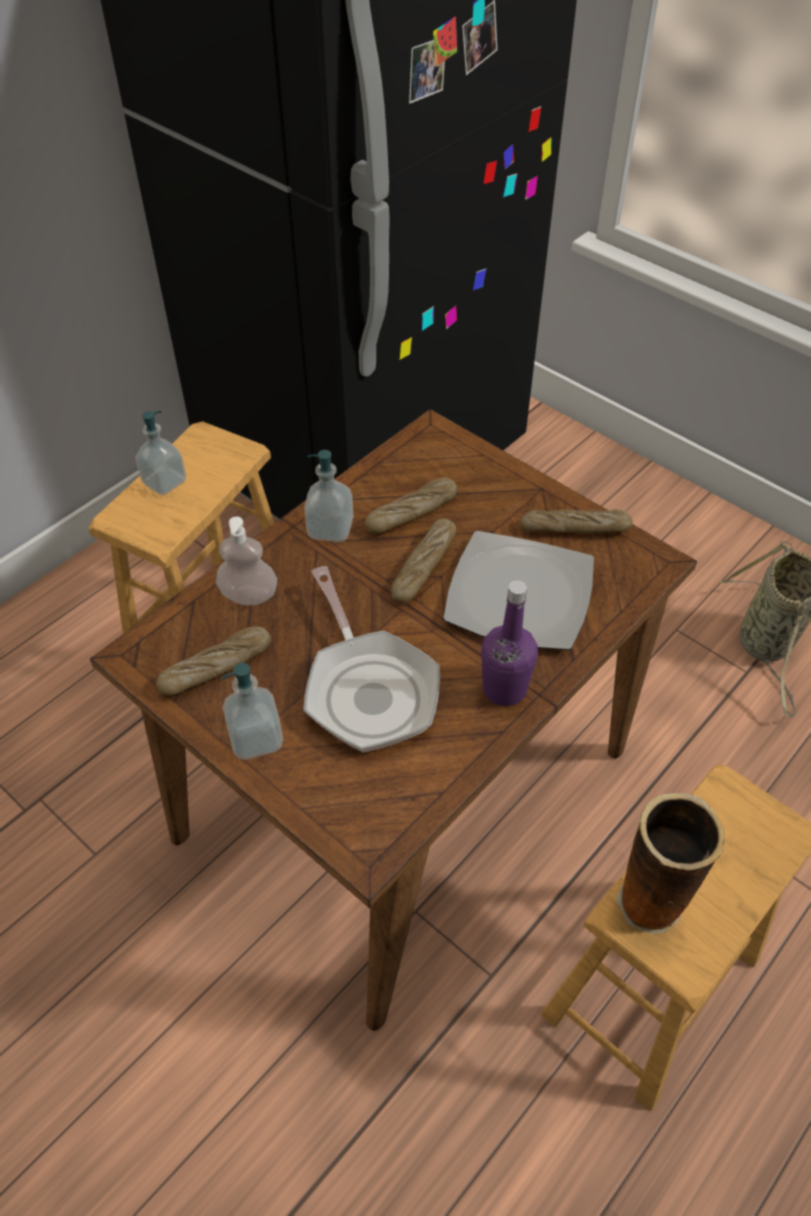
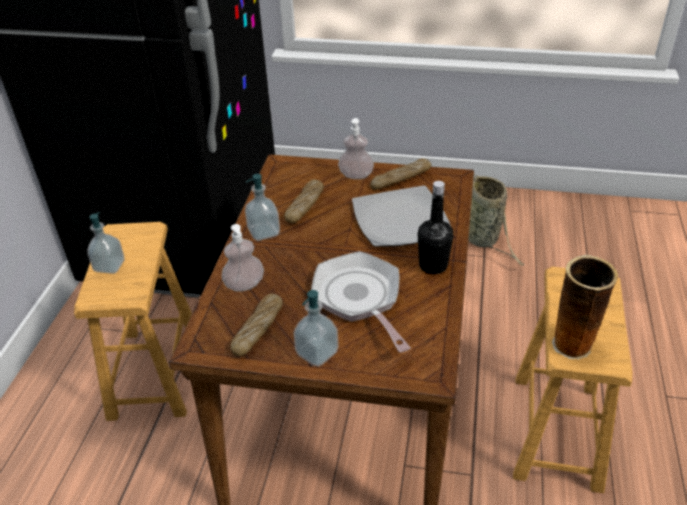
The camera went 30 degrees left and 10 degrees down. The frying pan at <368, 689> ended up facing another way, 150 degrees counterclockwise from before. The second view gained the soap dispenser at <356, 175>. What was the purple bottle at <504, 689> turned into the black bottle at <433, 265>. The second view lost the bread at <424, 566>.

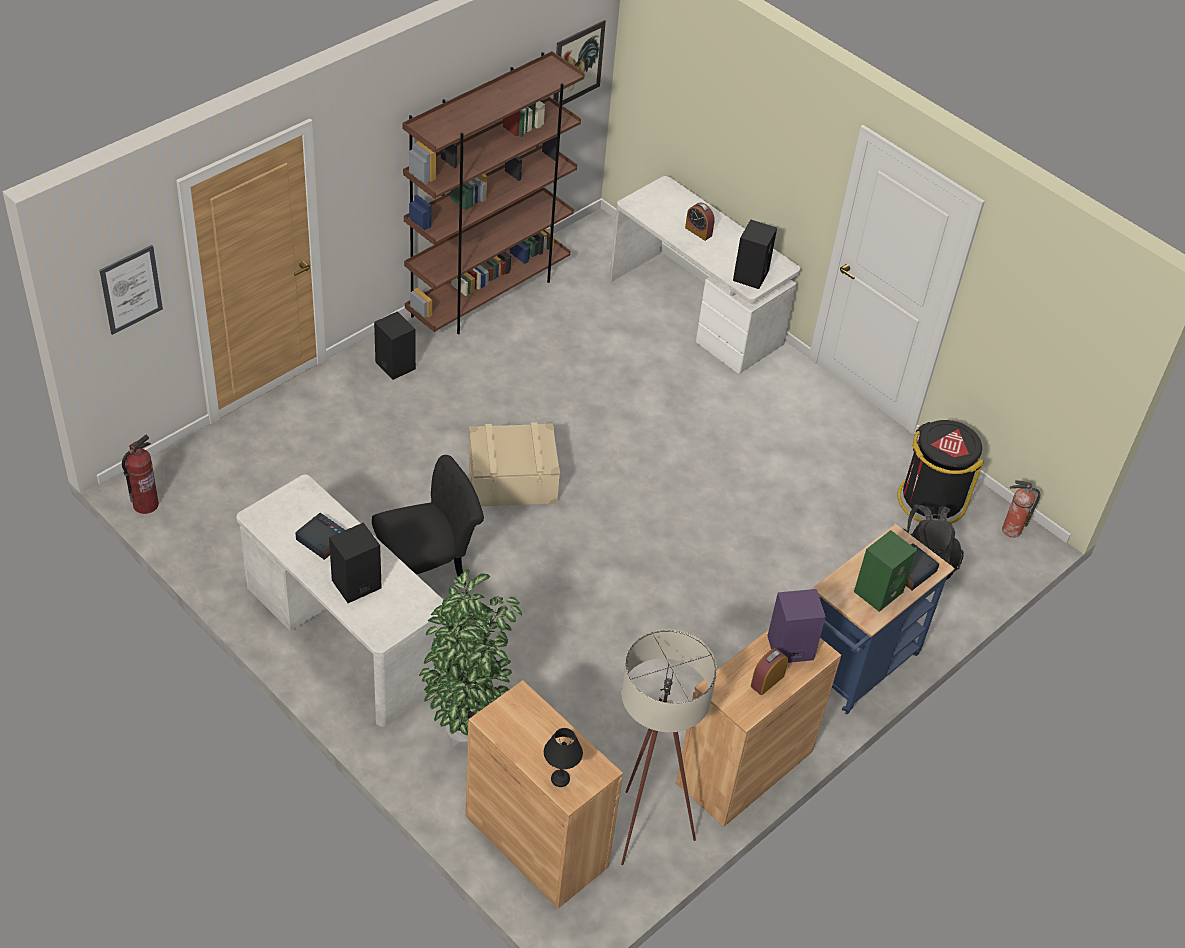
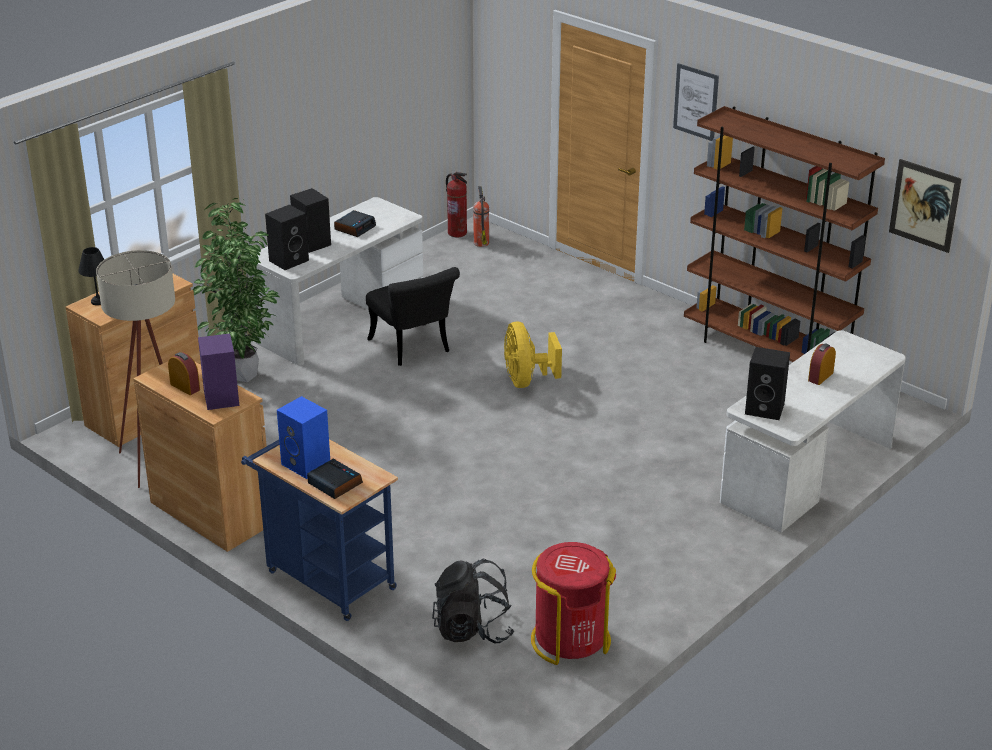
The camera went 90 degrees right and 15 degrees down. The black speaker ended up elsewhere, having gone from <394, 365> to <289, 260>. What was the green speaker at <878, 591> turned into the blue speaker at <307, 464>. The fire extinguisher ended up elsewhere, having gone from <1010, 530> to <481, 242>. Where the beige storage box stood at <512, 479>, the yellow fan came to stand at <526, 380>. What was the black trash can at <930, 500> turned into the red trash can at <570, 639>. The picture ended up elsewhere, having gone from <131, 289> to <696, 102>.

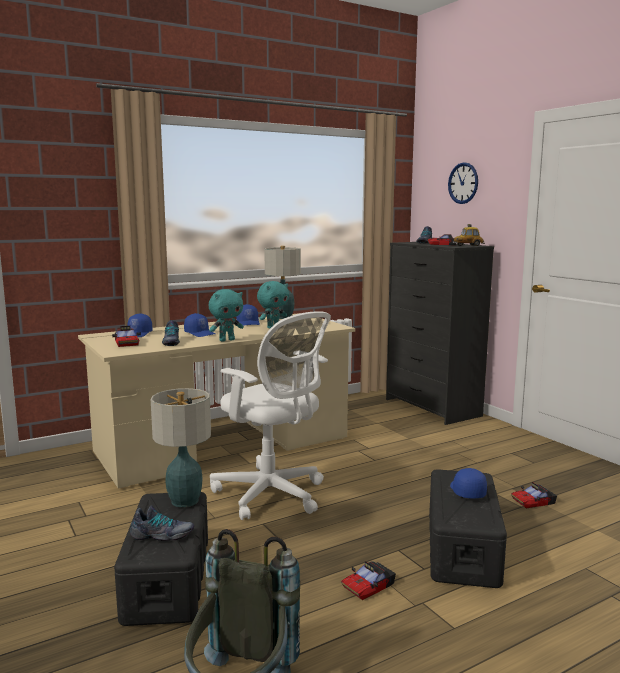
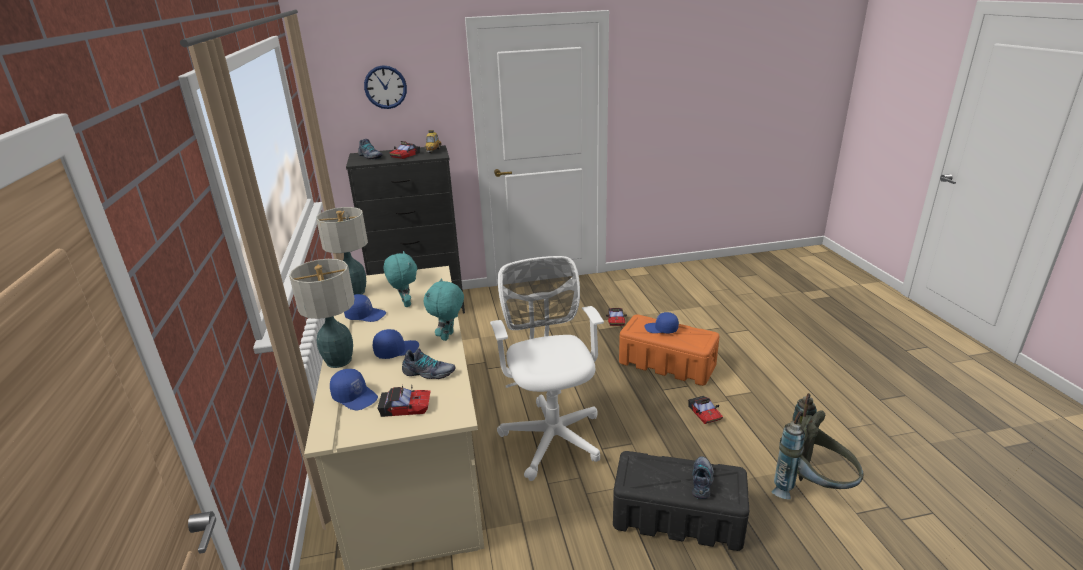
The camera went 70 degrees left and 15 degrees up. The table lamp ended up elsewhere, having gone from <185, 500> to <338, 360>. The turquoise plush toy at <227, 340> ended up facing another way, 150 degrees counterclockwise from before. The white office chair at <272, 495> ended up facing another way, 75 degrees counterclockwise from before. What was the black storage box at <462, 547> turned into the orange storage box at <666, 364>.

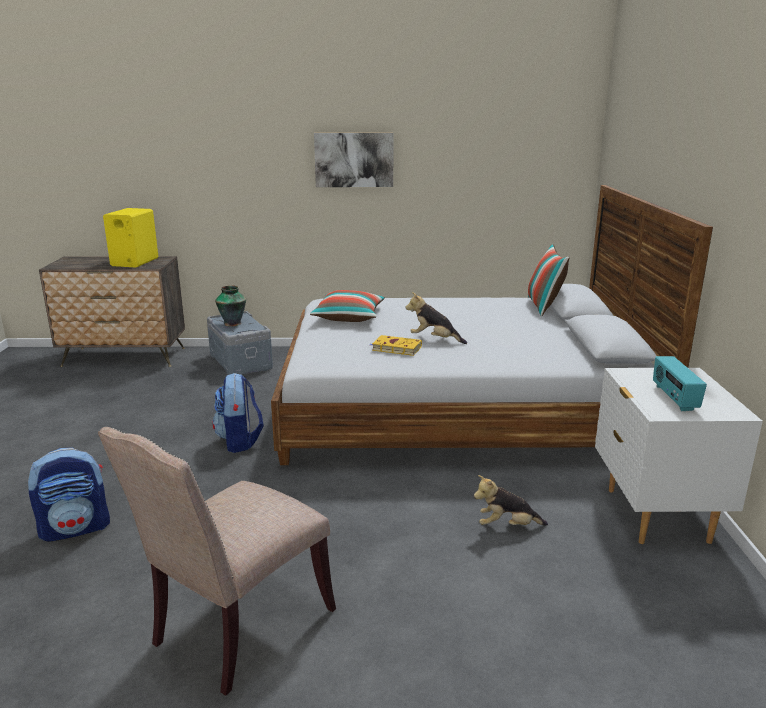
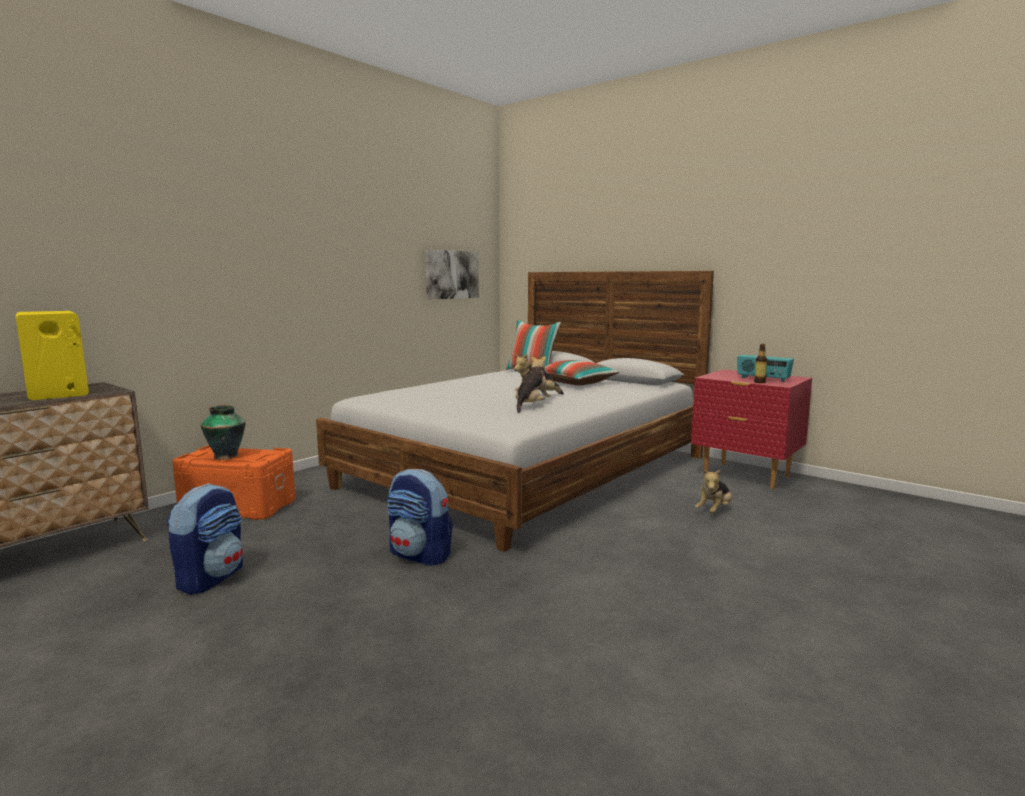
The camera went 50 degrees left and 10 degrees down. The backpack ended up elsewhere, having gone from <76, 528> to <211, 578>. What was the grey storage box at <241, 361> turned into the orange storage box at <239, 506>. The picture ended up elsewhere, having gone from <354, 160> to <451, 274>. Where the yellow book stood at <395, 348>, the plush toy came to stand at <532, 406>. The pillow ended up elsewhere, having gone from <349, 317> to <576, 383>. What was the white nightstand at <655, 515> turned into the red nightstand at <746, 476>. The second view gained the bottle at <759, 382>. The second view lost the beige chair at <237, 629>.

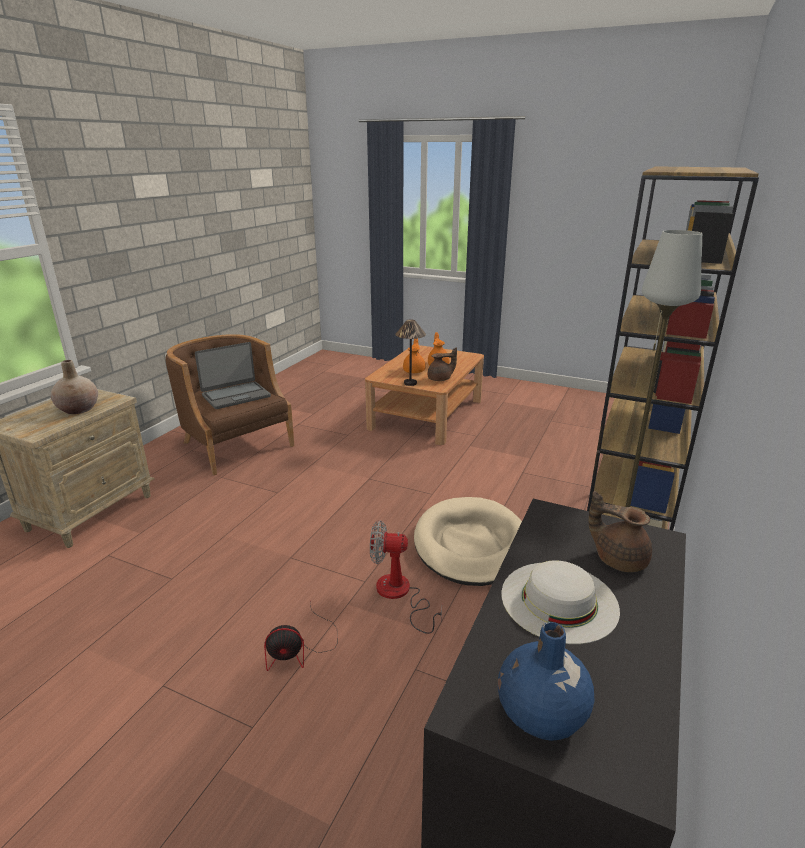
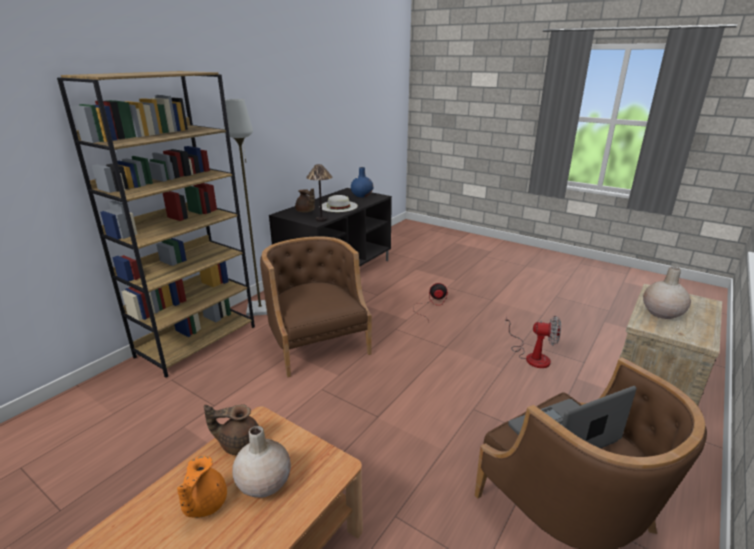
The camera went 170 degrees left and 0 degrees up. Where the orange teapot stood at <414, 371>, the beige vase came to stand at <263, 483>. Where the beige dog bed stood at <471, 545>, the brown armchair came to stand at <317, 342>. The table lamp ended up elsewhere, having gone from <410, 383> to <321, 220>. The fan ended up elsewhere, having gone from <400, 595> to <532, 356>.

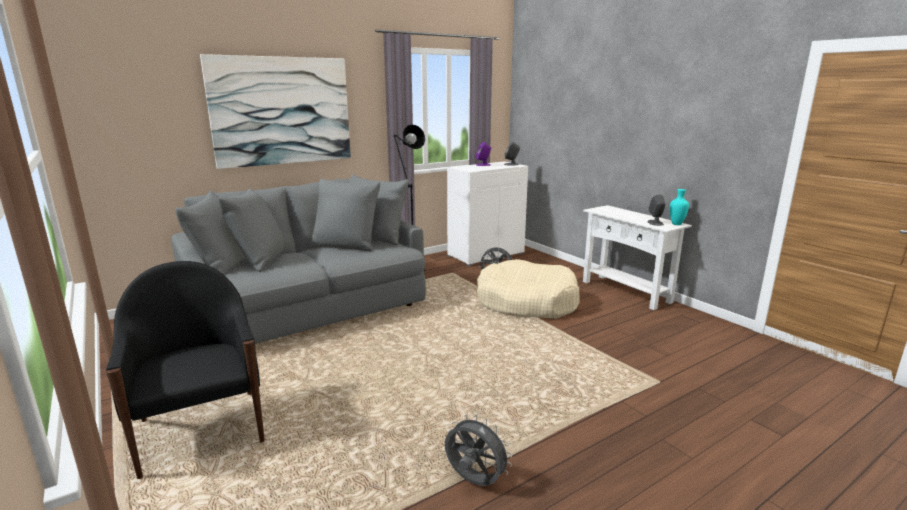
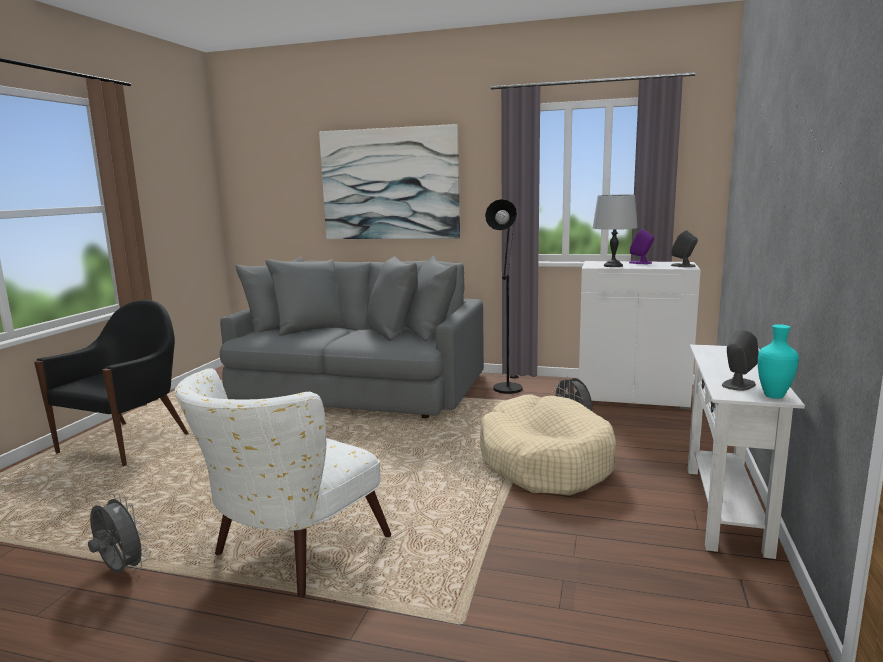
The camera went 50 degrees right and 5 degrees down. The grey fan at <474, 482> ended up facing another way, 45 degrees counterclockwise from before. The second view gained the white armchair at <288, 554>. The second view gained the grey table lamp at <613, 266>.

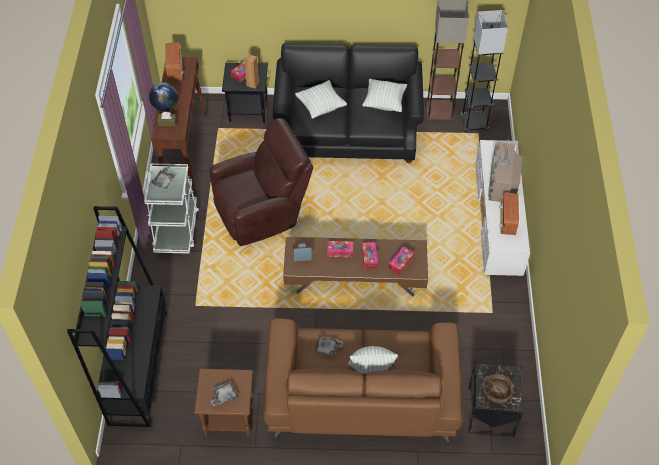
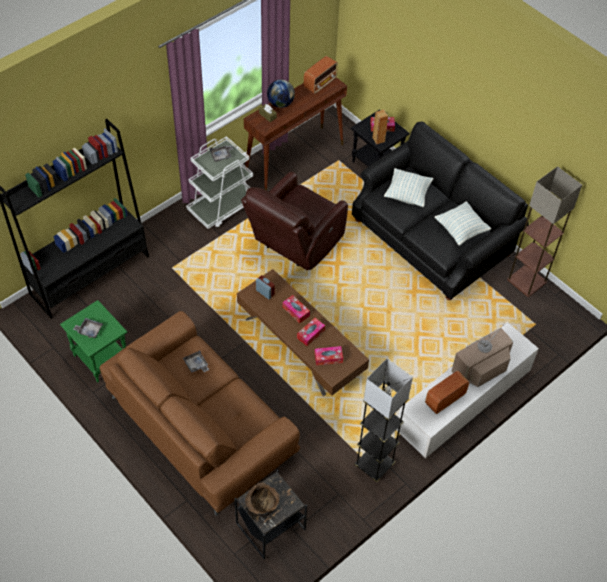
The camera went 45 degrees right and 0 degrees up. What was the brown side table at <228, 419> turned into the green side table at <100, 359>. The brown armchair at <262, 211> ended up facing another way, 105 degrees clockwise from before. The grey floor lamp ended up elsewhere, having gone from <474, 123> to <374, 465>. The second view lost the pillow at <371, 369>.

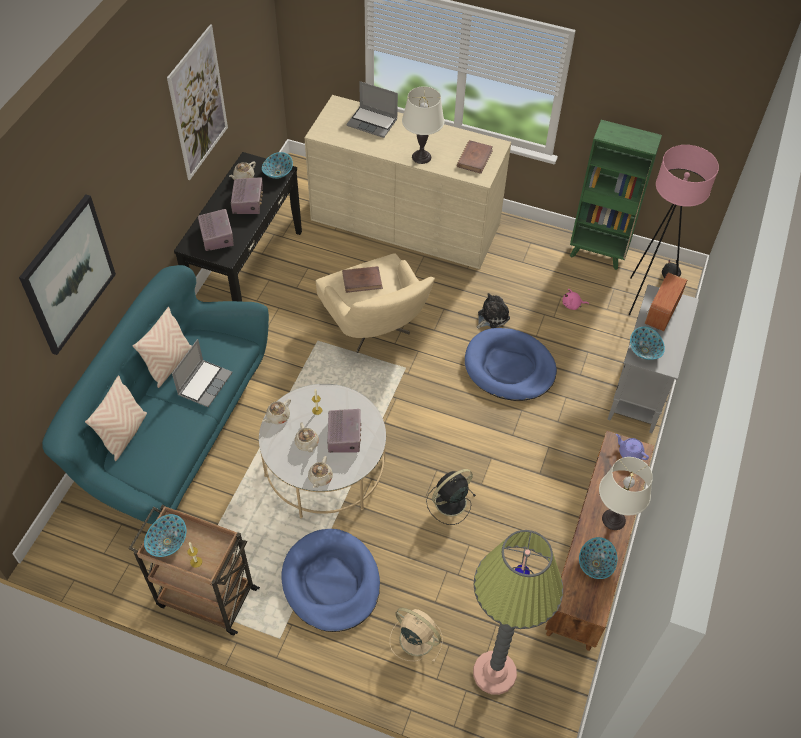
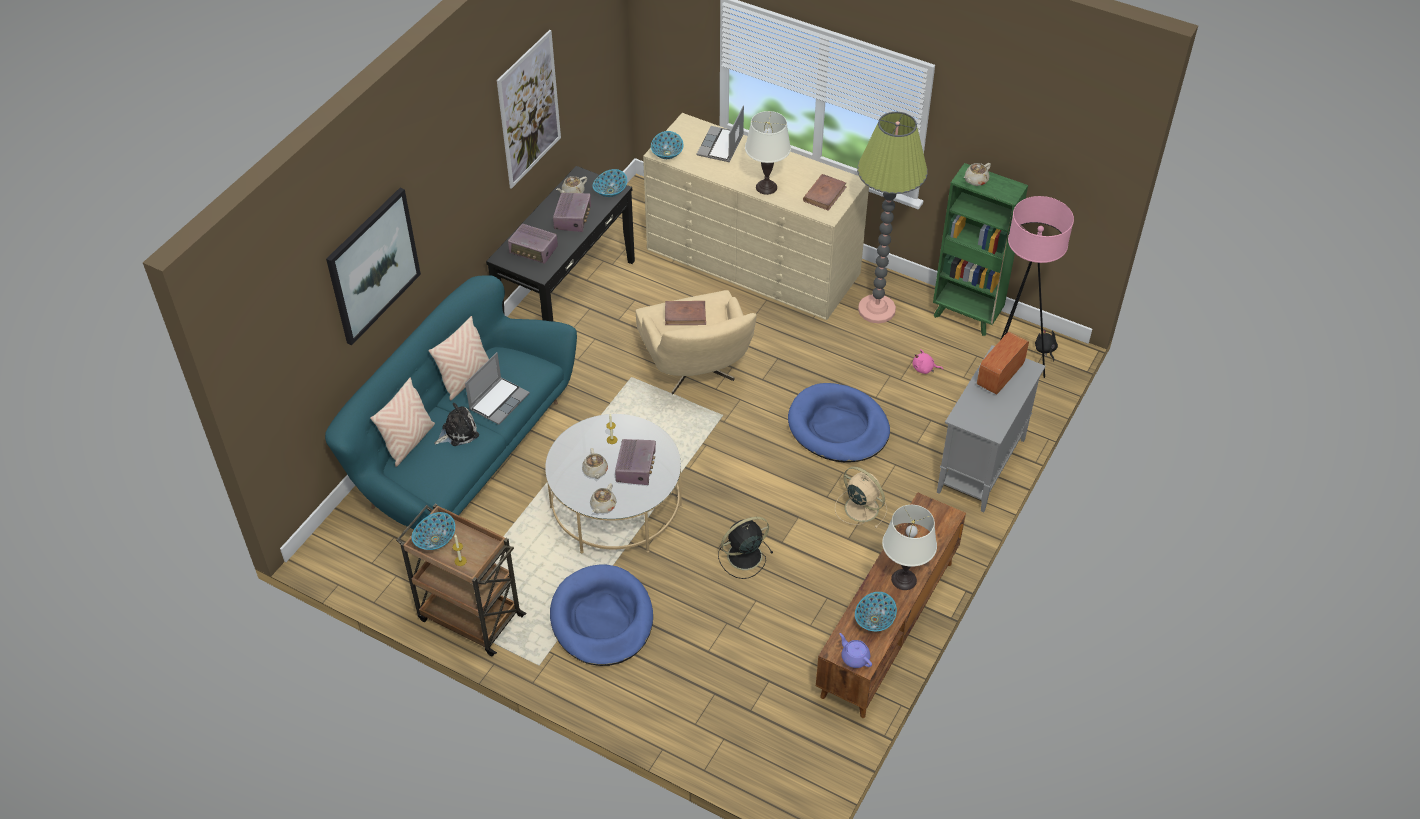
The camera went 10 degrees right and 5 degrees down. The plush toy ended up elsewhere, having gone from <491, 316> to <458, 432>. The radio at <217, 236> ended up facing another way, 120 degrees clockwise from before. The bowl ended up elsewhere, having gone from <644, 351> to <666, 153>. The laptop at <373, 122> ended up facing another way, 75 degrees clockwise from before. The beige fan ended up elsewhere, having gone from <415, 638> to <860, 507>. The purple teapot ended up elsewhere, having gone from <629, 453> to <854, 657>. The floor lamp ended up elsewhere, having gone from <494, 673> to <876, 310>. The beige teapot ended up elsewhere, having gone from <277, 417> to <975, 180>.

